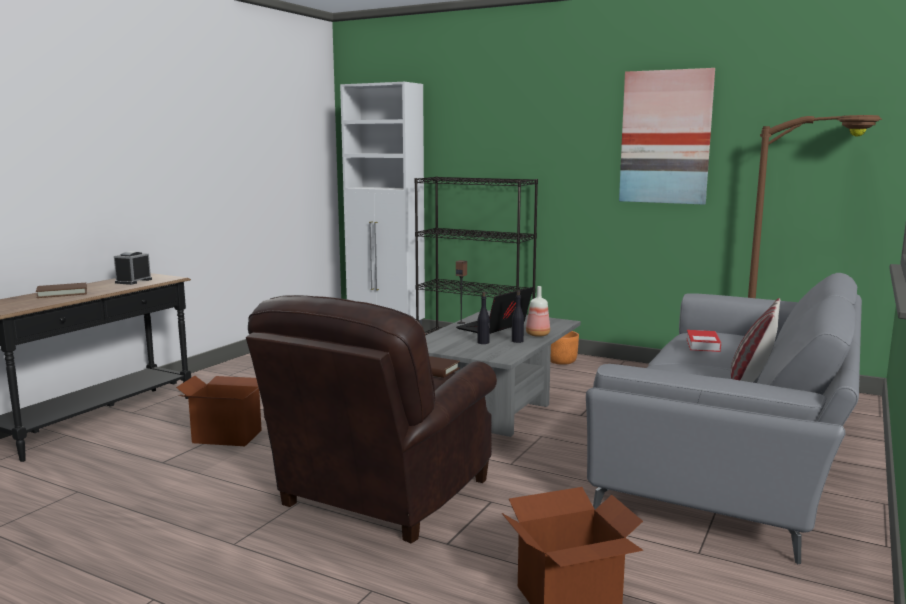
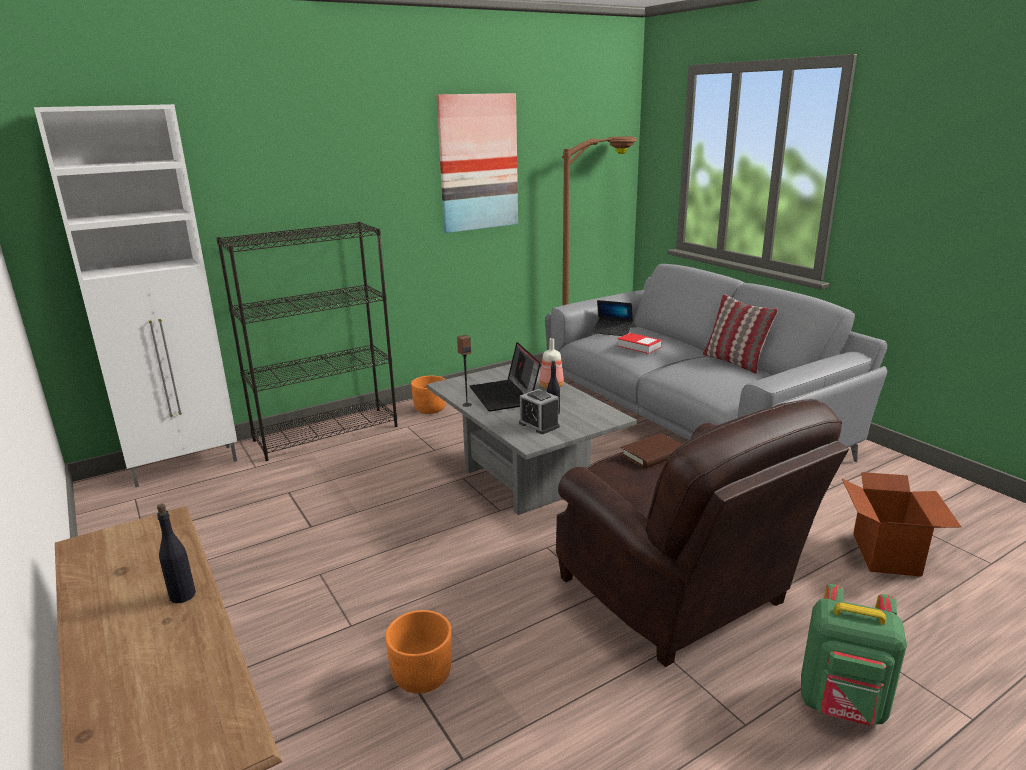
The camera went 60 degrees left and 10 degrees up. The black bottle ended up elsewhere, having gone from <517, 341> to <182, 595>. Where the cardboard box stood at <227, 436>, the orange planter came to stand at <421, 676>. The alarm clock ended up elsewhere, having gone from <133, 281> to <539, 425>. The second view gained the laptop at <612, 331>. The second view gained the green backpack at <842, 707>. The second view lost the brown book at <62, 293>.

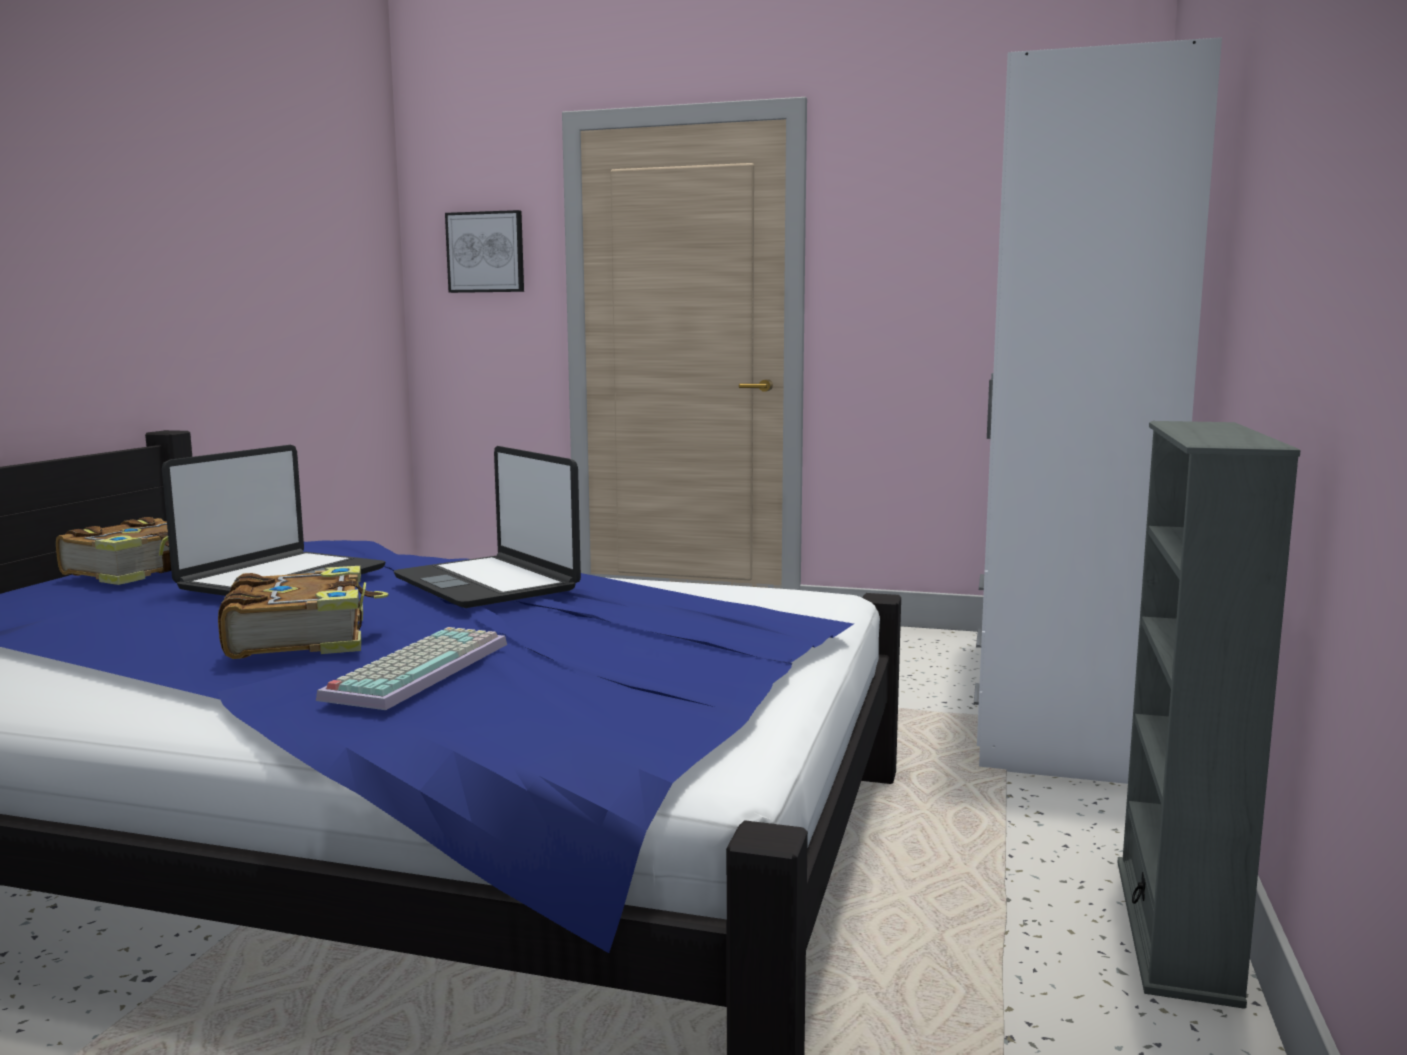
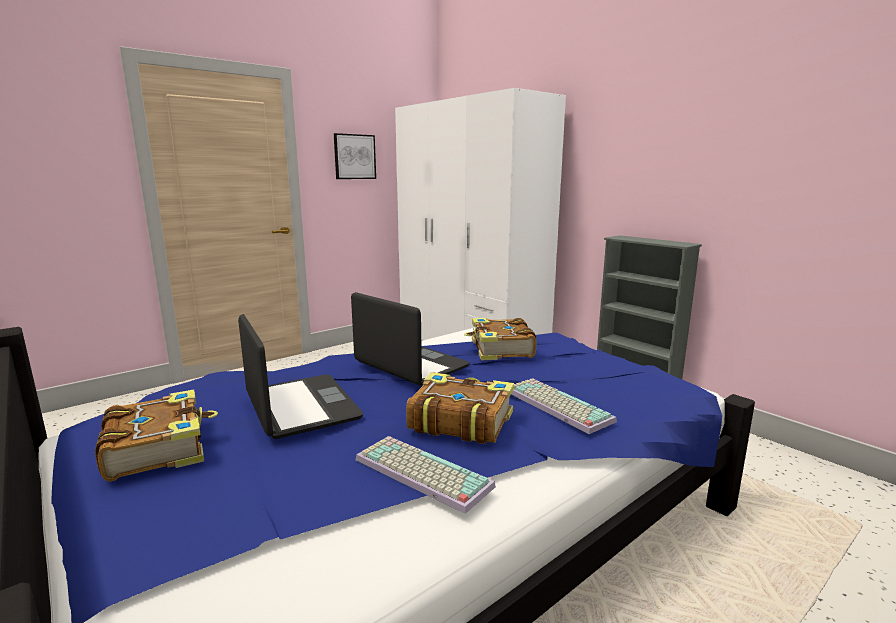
The camera went 55 degrees left and 5 degrees up. The picture ended up elsewhere, having gone from <486, 252> to <354, 157>. The laptop at <488, 584> ended up facing another way, 135 degrees counterclockwise from before. The second view gained the keyboard at <419, 473>. The second view gained the book at <500, 349>.

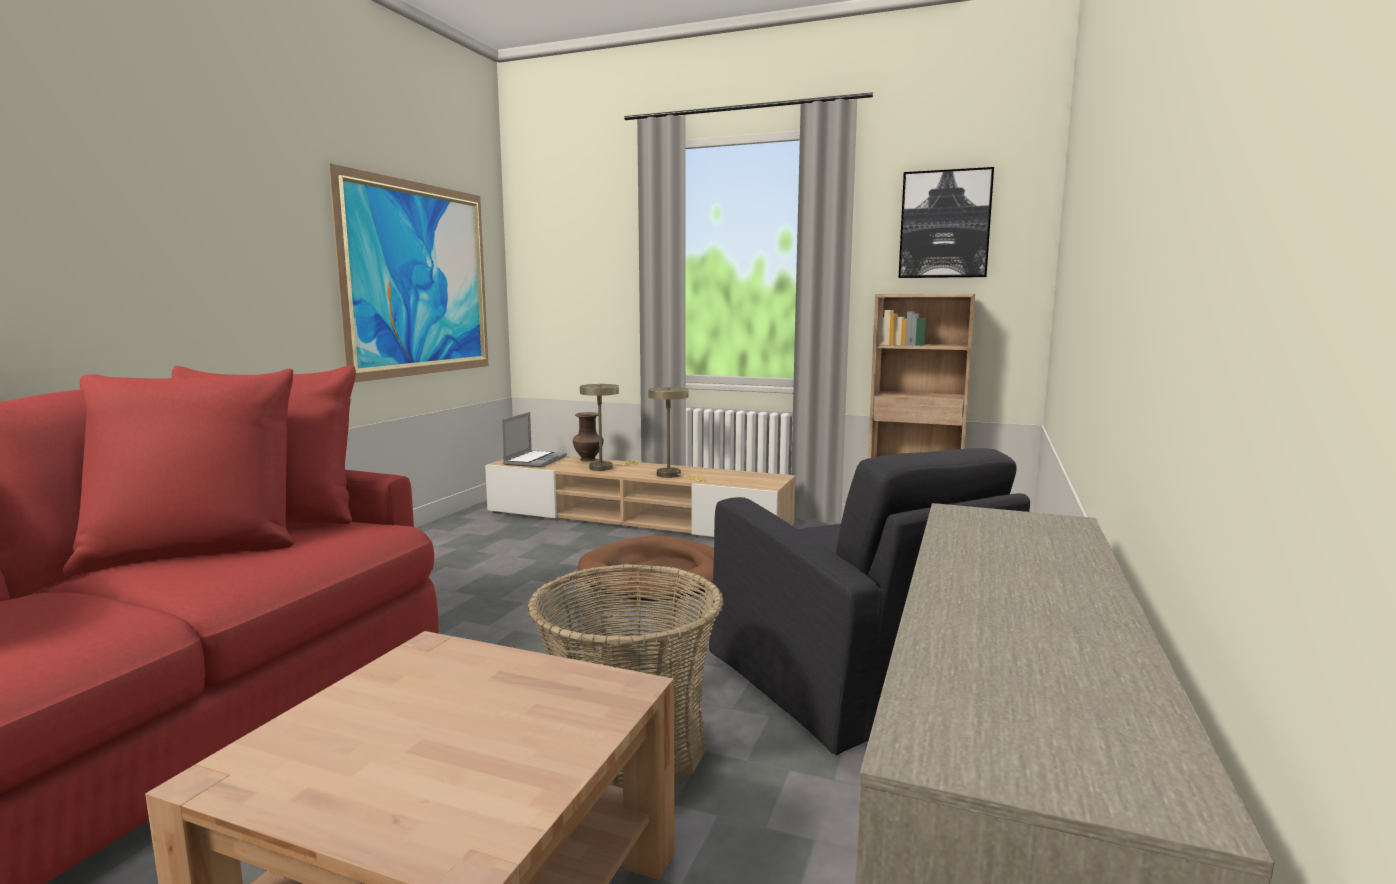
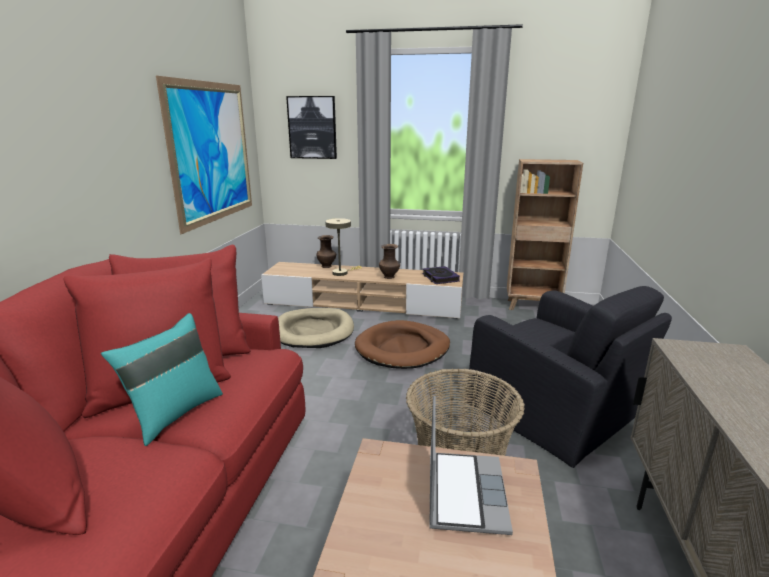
The camera went 10 degrees left and 10 degrees up. The second view gained the turquoise pillow at <175, 413>. The second view gained the beige dog bed at <313, 331>. The picture ended up elsewhere, having gone from <945, 224> to <312, 127>. Where the beige table lamp stood at <672, 475>, the brown vase came to stand at <389, 277>. The second view gained the book at <440, 278>. The laptop ended up elsewhere, having gone from <535, 460> to <464, 492>.

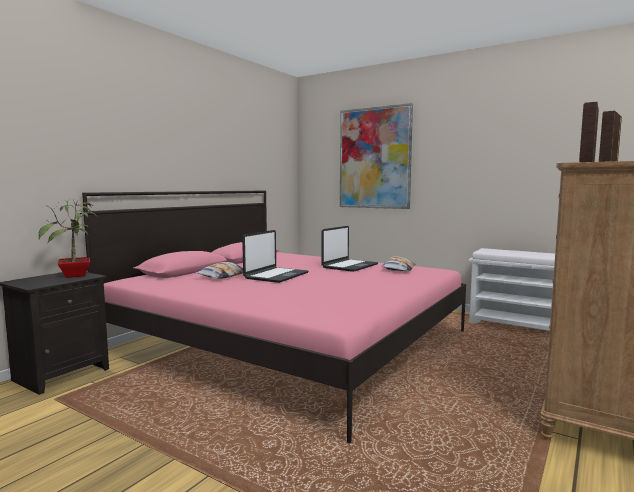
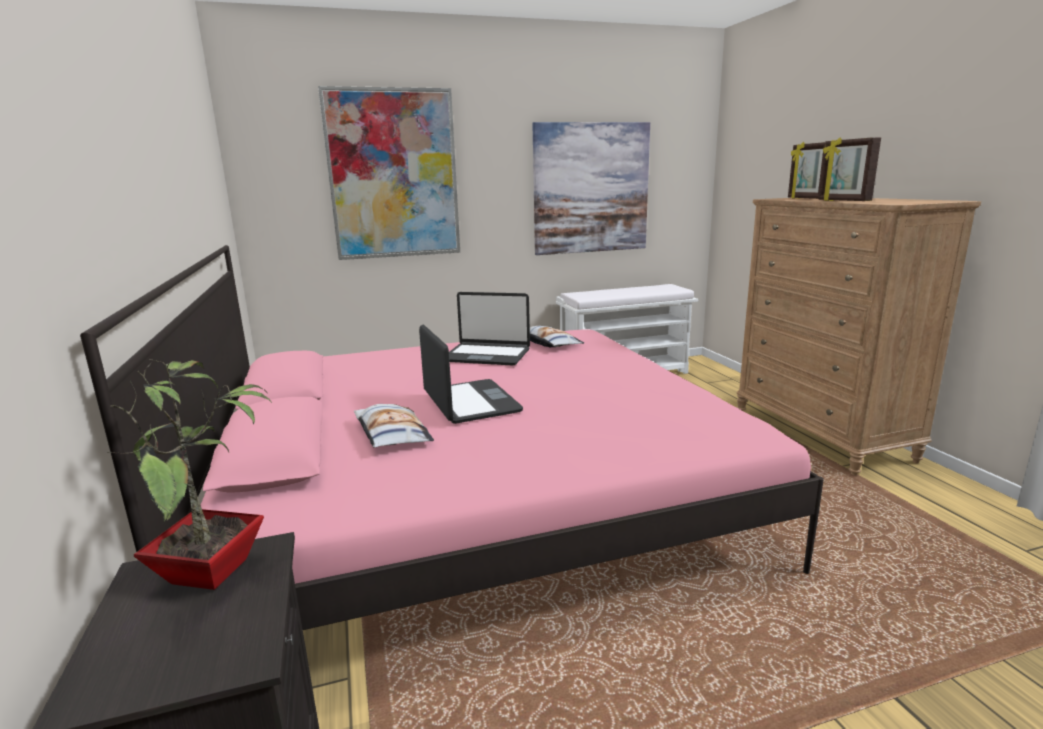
The camera went 50 degrees left and 10 degrees up. The laptop at <349, 266> ended up facing another way, 120 degrees clockwise from before. The second view gained the picture at <591, 188>.

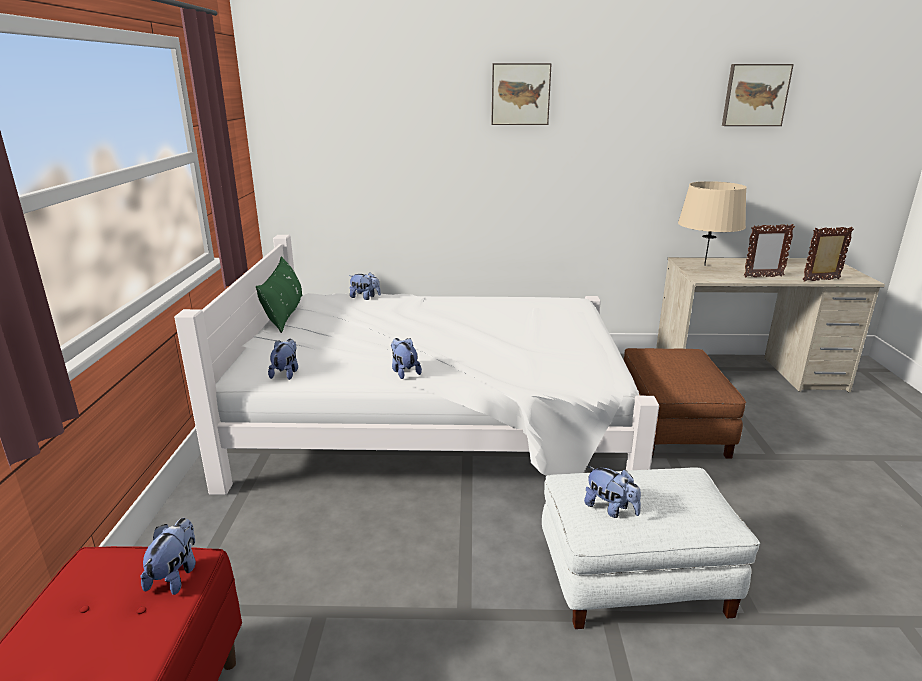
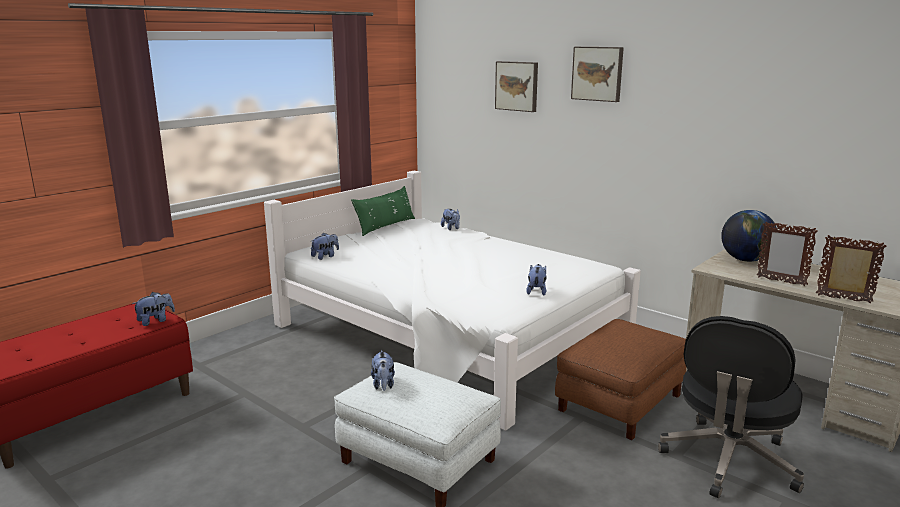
The camera went 40 degrees right and 5 degrees down. The picture ended up elsewhere, having gone from <755, 95> to <517, 86>. The plush toy ended up elsewhere, having gone from <404, 372> to <536, 291>. The second view gained the black office chair at <728, 461>. Where the beige table lamp stood at <704, 265>, the globe came to stand at <746, 260>.

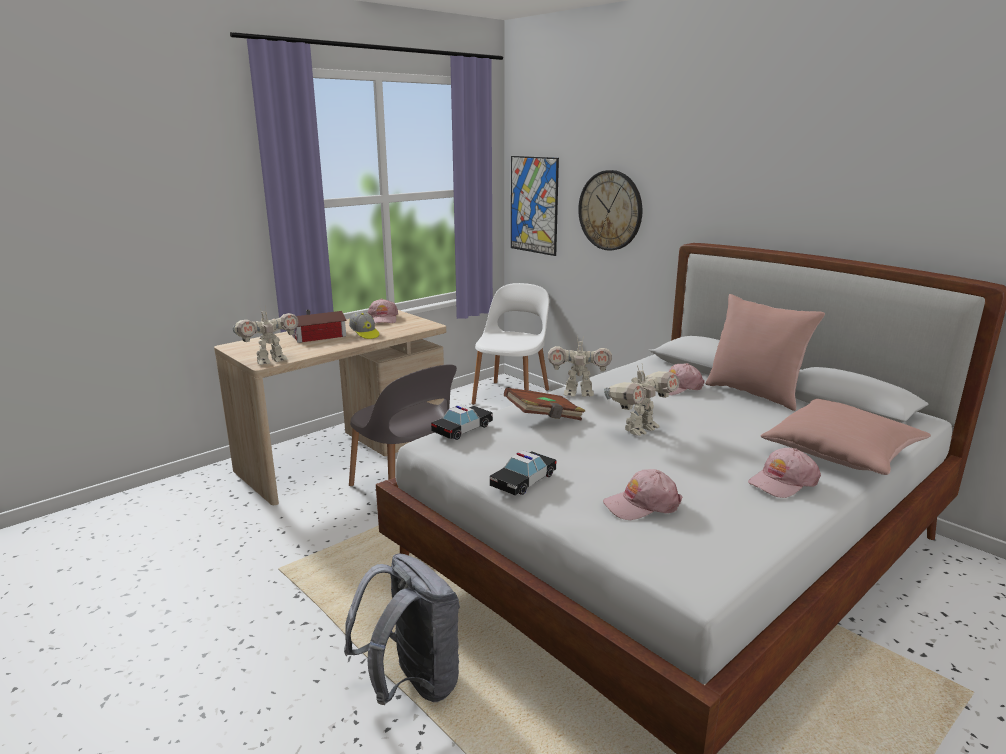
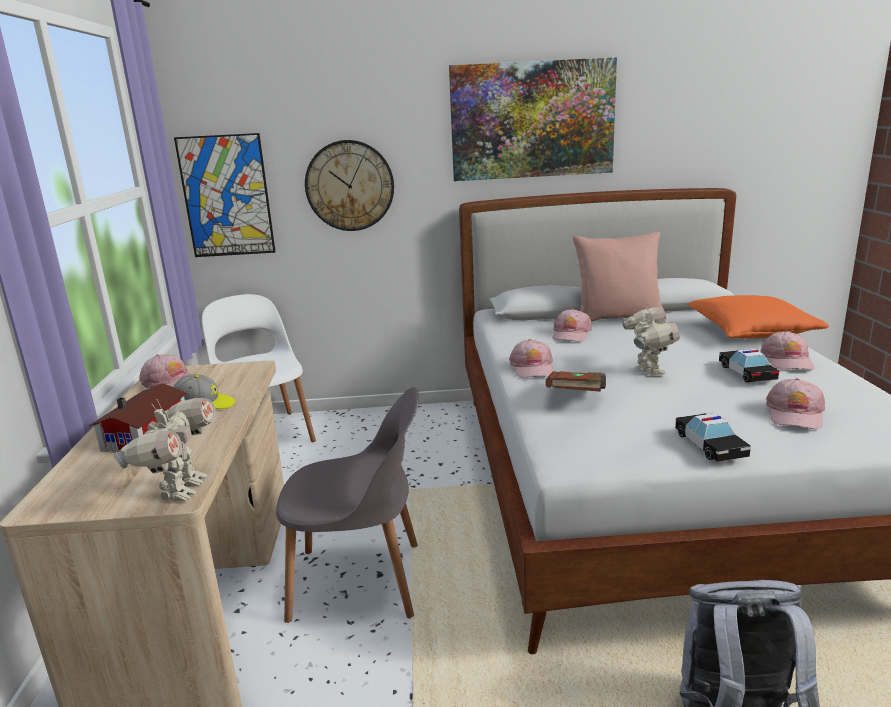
The camera went 50 degrees left and 0 degrees up. The second view gained the picture at <532, 120>. Where the toy robot stood at <578, 393>, the pink cap came to stand at <532, 368>. What was the pink pillow at <841, 454> turned into the orange pillow at <751, 332>. The toy car ended up elsewhere, having gone from <462, 429> to <747, 373>.

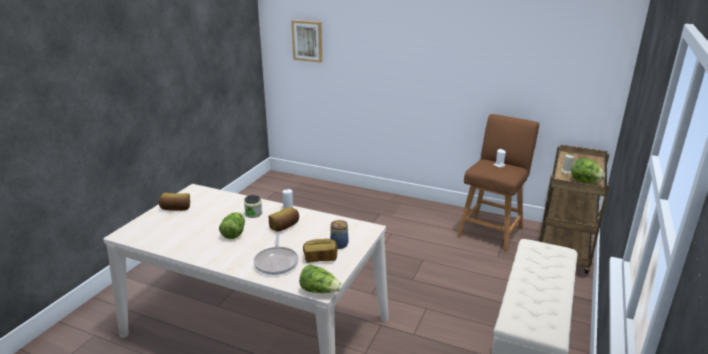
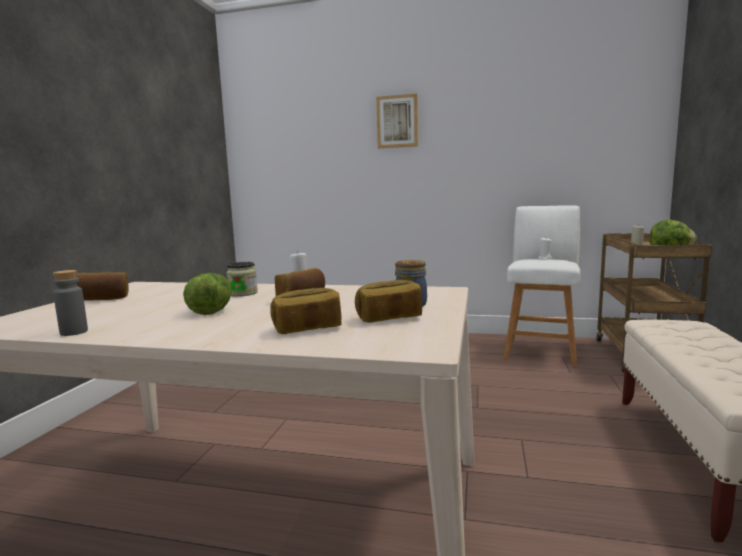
The camera went 10 degrees left and 15 degrees down. The second view gained the grey bottle at <74, 332>. Where the frying pan stood at <276, 262>, the bread came to stand at <307, 328>. The picture ended up elsewhere, having gone from <307, 41> to <397, 121>. What was the brown stool at <491, 230> turned into the white stool at <541, 349>. The second view lost the lettuce at <320, 290>.

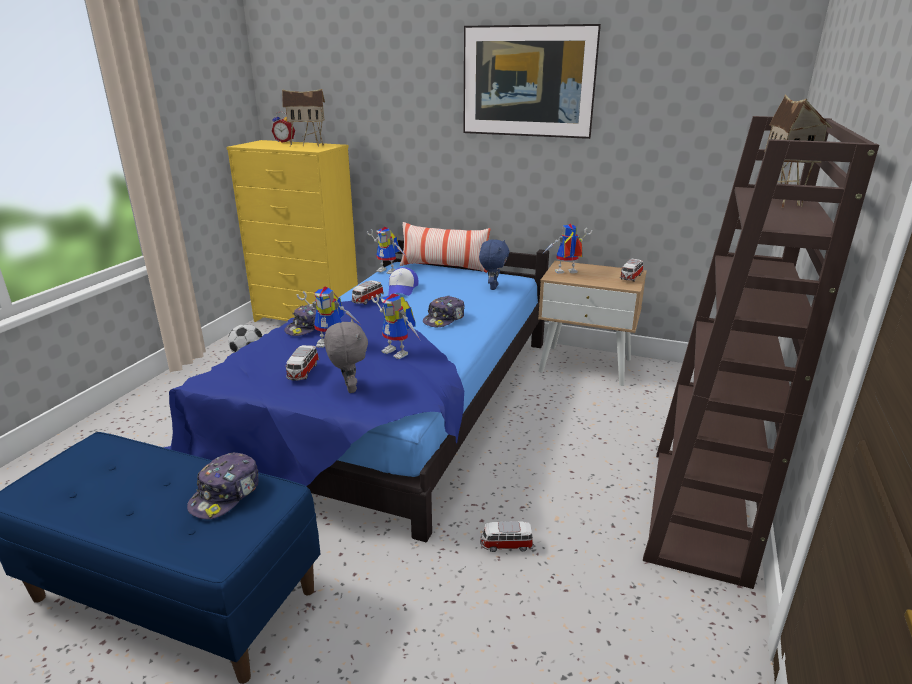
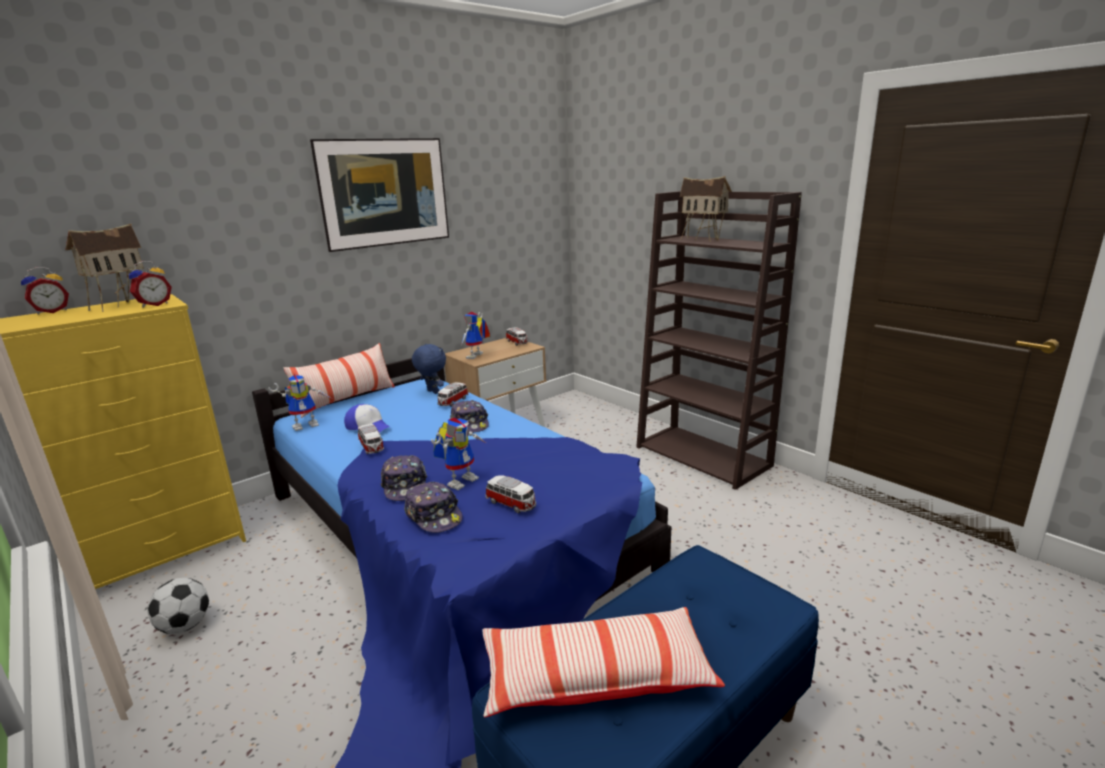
The camera went 60 degrees left and 5 degrees down. The second view gained the alarm clock at <154, 305>. The cap ended up elsewhere, having gone from <226, 494> to <434, 516>. The toy car ended up elsewhere, having gone from <506, 545> to <452, 402>. The second view gained the pillow at <596, 676>. The second view lost the grey plush toy at <349, 388>. The second view lost the toy robot at <399, 352>.

